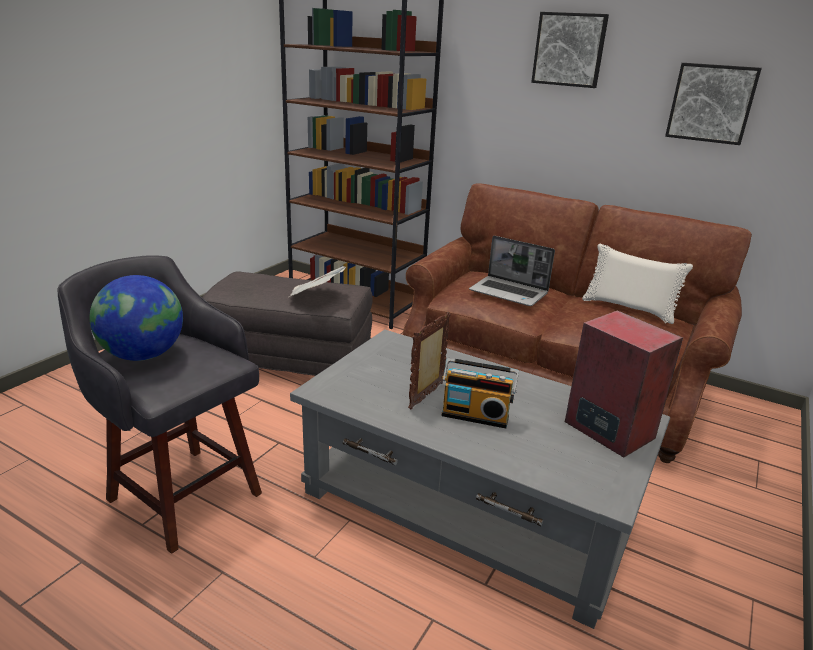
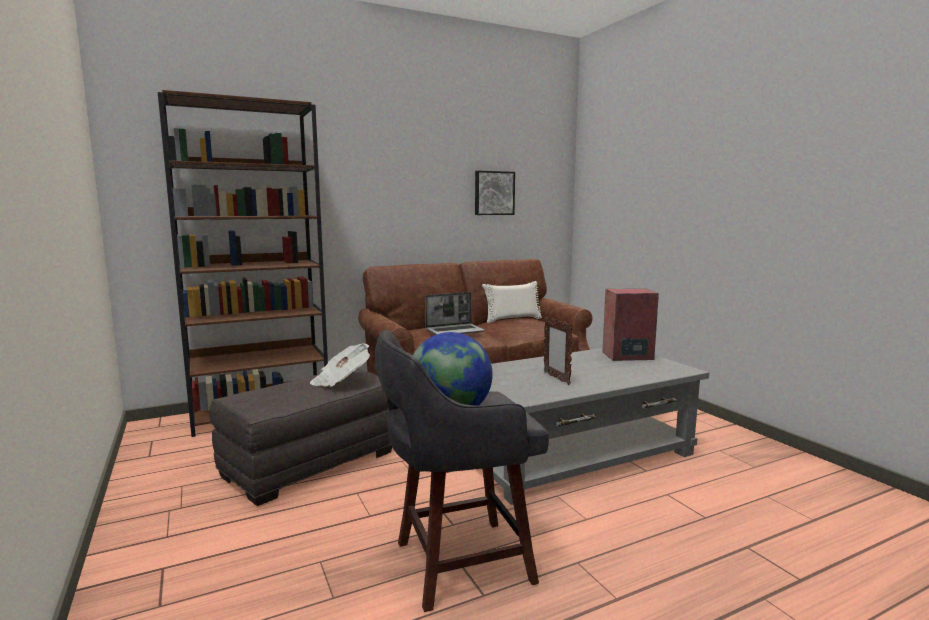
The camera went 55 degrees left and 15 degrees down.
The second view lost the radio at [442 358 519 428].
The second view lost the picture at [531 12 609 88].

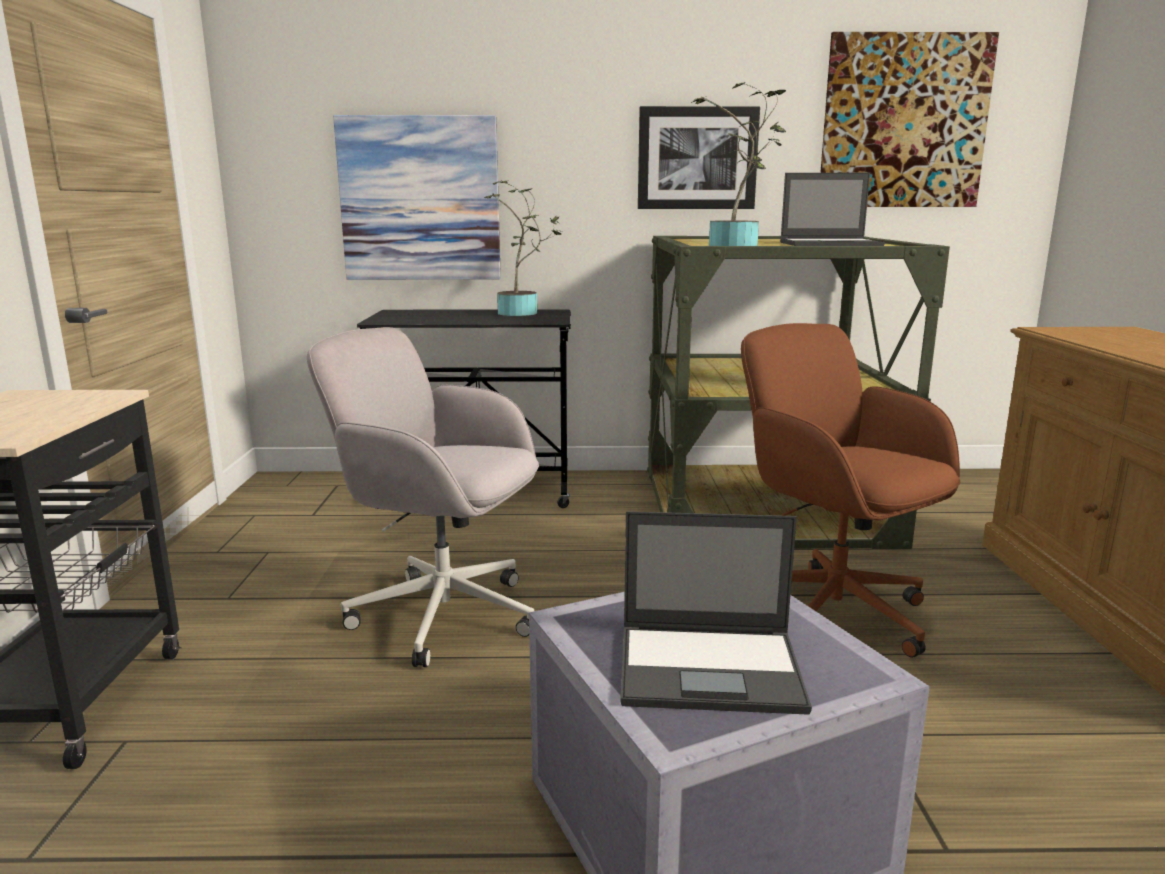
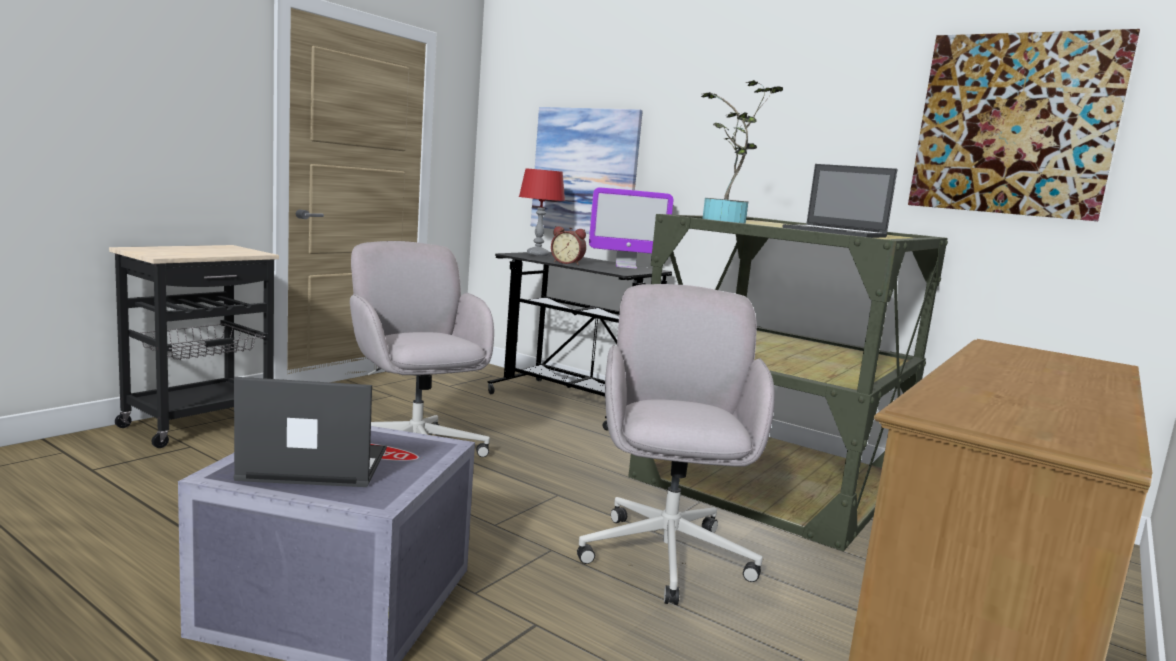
The camera went 35 degrees right and 5 degrees down.
Where the potted plant stood at [484 180 562 316], the monitor came to stand at [589 188 674 269].
The laptop at [620 511 812 715] ended up facing another way, 135 degrees clockwise from before.
The second view lost the picture at [638 106 760 209].
What was the office chair/brown at [741 323 960 658] turned into the office chair/grey at [577 284 775 605].
The second view gained the table lamp/red at [519 168 565 256].
The second view gained the alarm clock at [551 226 586 265].

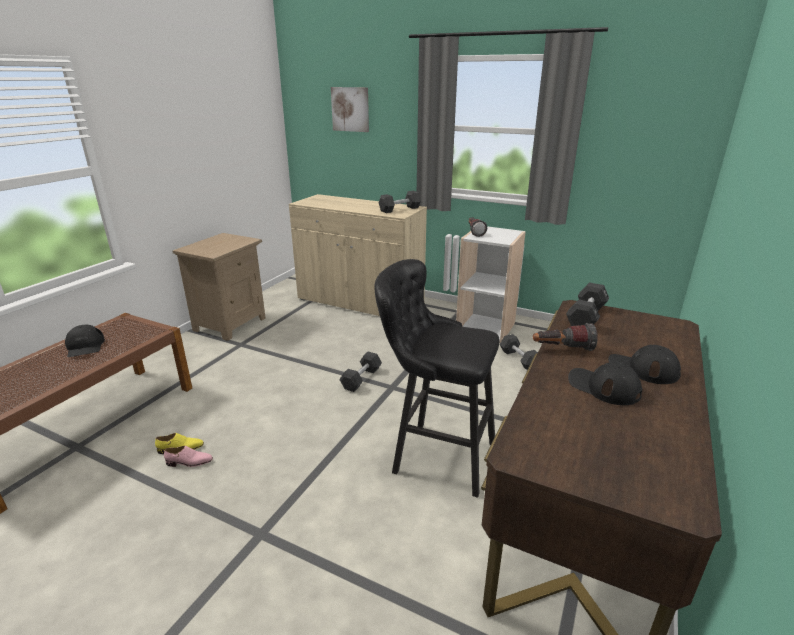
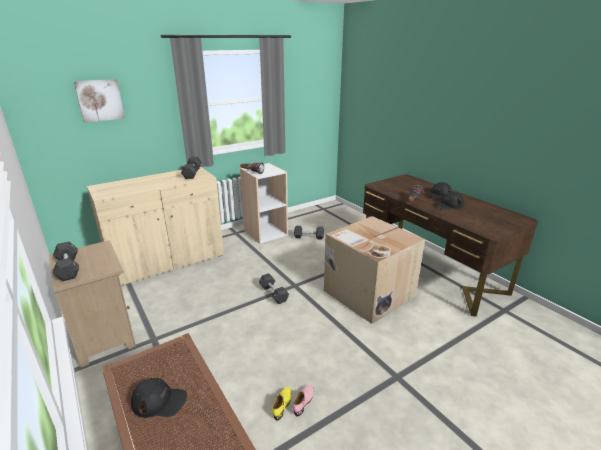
The camera went 60 degrees left and 0 degrees up.
Where the stool/black stood at [374 259 500 498], the cardboard box came to stand at [324 216 425 324].
The dumbbell/black ended up elsewhere, having gone from [566 282 609 326] to [53 242 79 281].

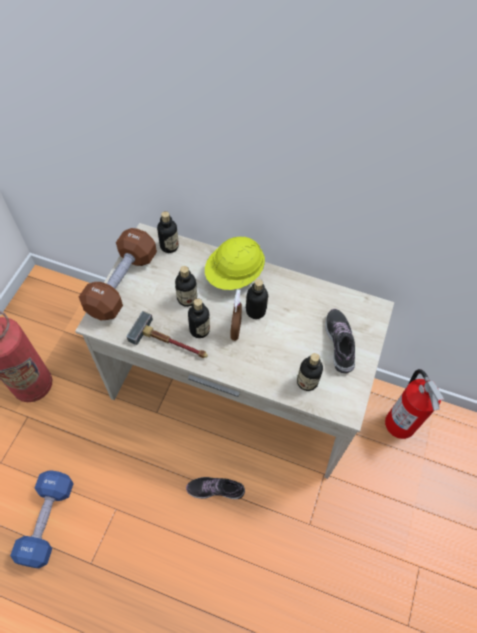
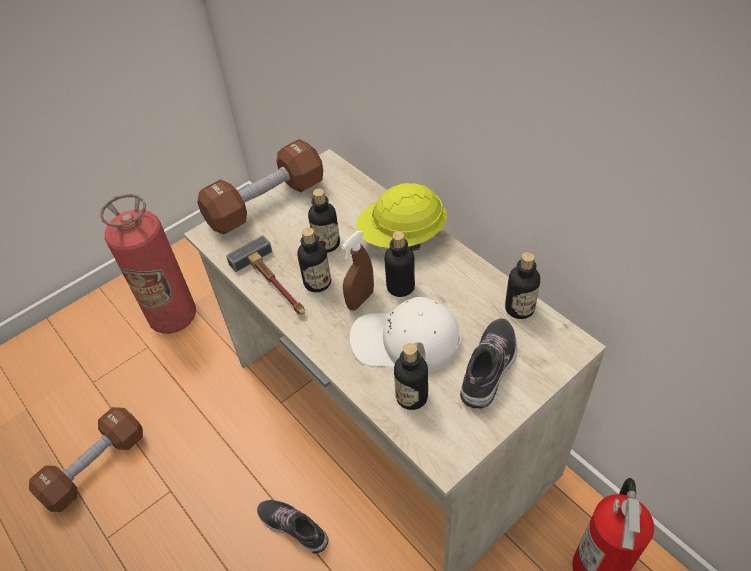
The camera went 35 degrees right and 10 degrees down.
What was the dumbbell/blue at [10 470 74 568] turned into the dumbbell/brown at [29 407 143 512].
The bottle ended up elsewhere, having gone from [157 211 179 253] to [505 252 540 319].
The second view gained the cap/white at [350 297 461 372].

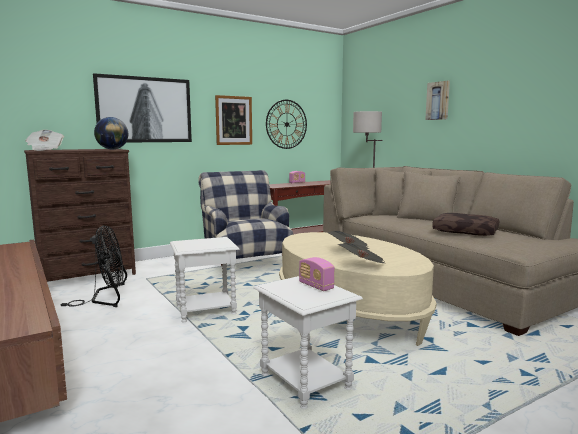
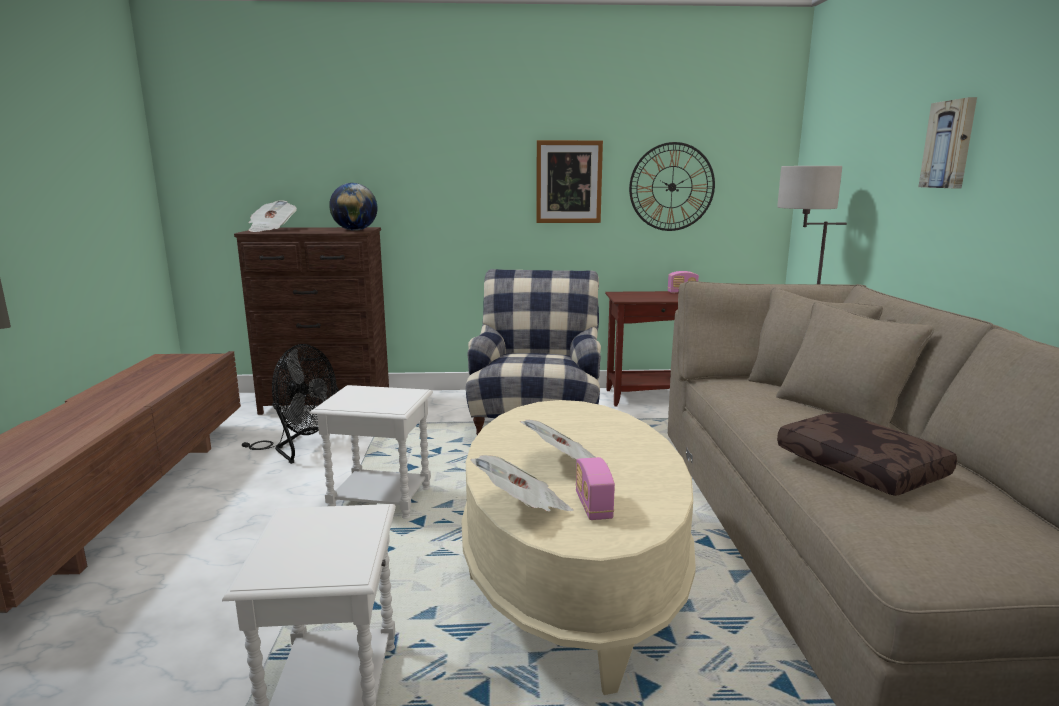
The camera went 30 degrees right and 5 degrees up.
The second view lost the picture at [93 73 192 143].
The radio ended up elsewhere, having gone from [299 257 334 291] to [575 457 615 520].

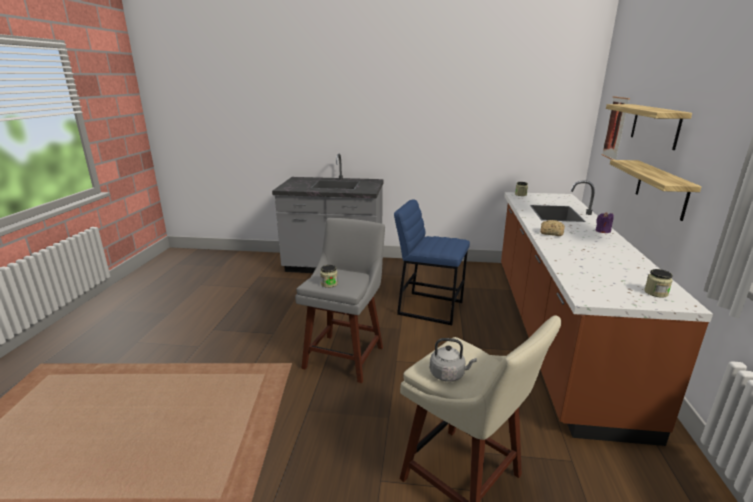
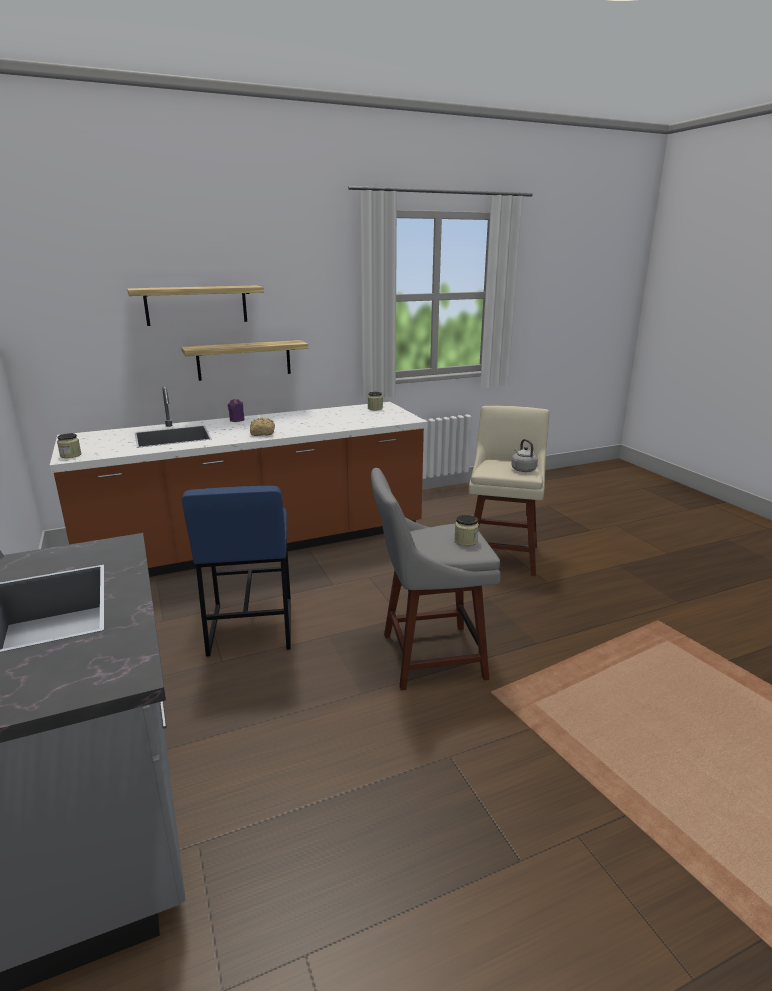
The camera went 120 degrees left and 0 degrees up.
The second view lost the picture at [602 96 630 160].

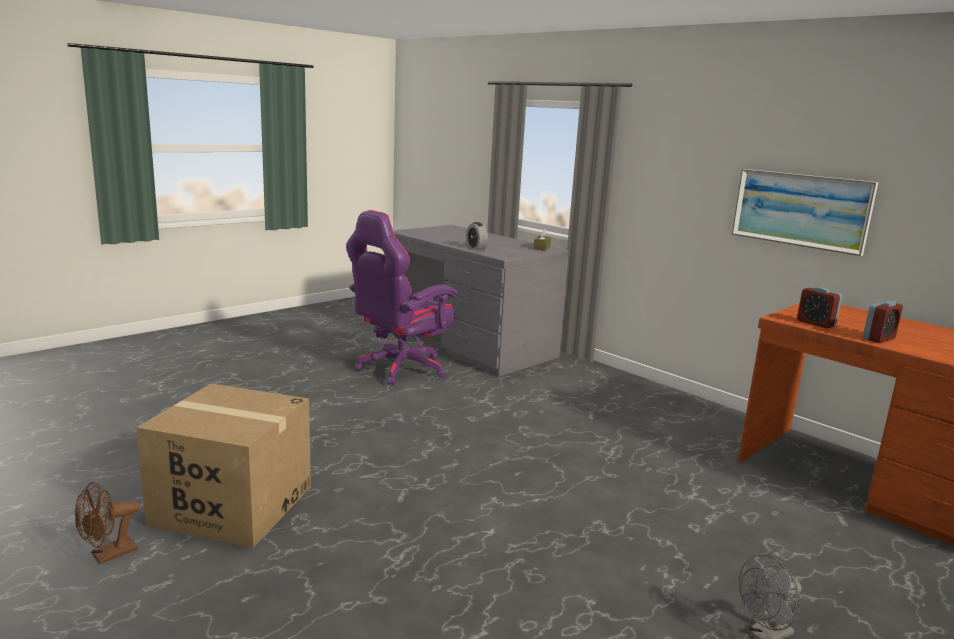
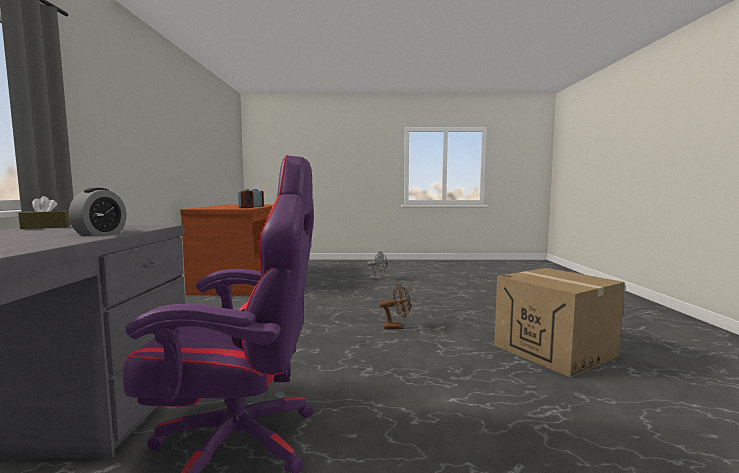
The camera went 135 degrees left and 10 degrees down.
The fan/brown ended up elsewhere, having gone from [75 482 140 564] to [379 284 411 329].
The second view lost the picture at [732 169 878 256].

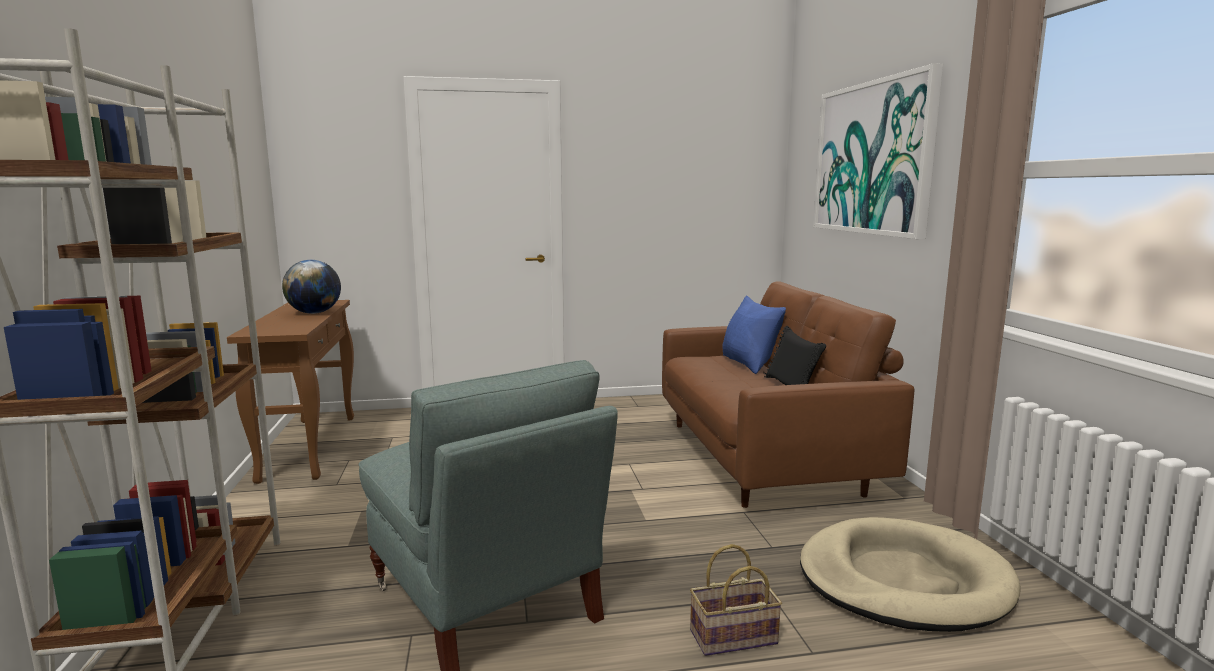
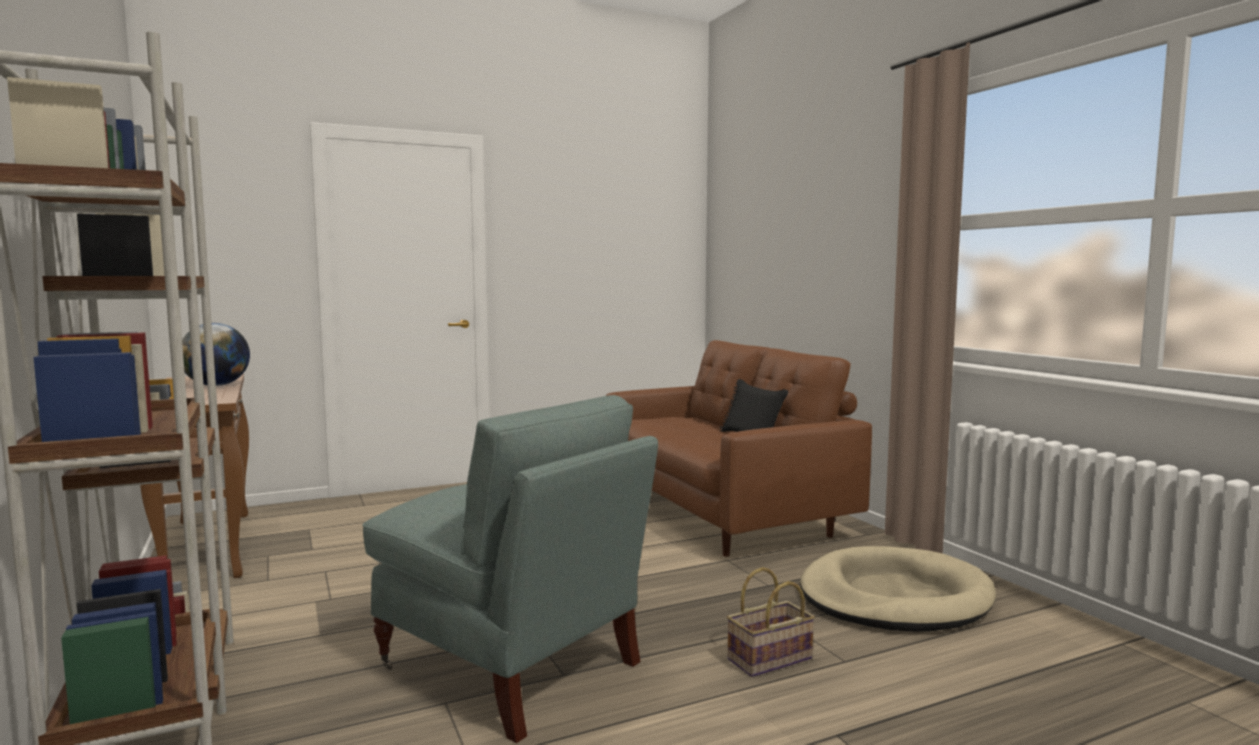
The camera went 15 degrees left and 5 degrees down.
The second view lost the pillow/blue at [722 296 786 374].
The second view lost the picture at [813 63 943 239].

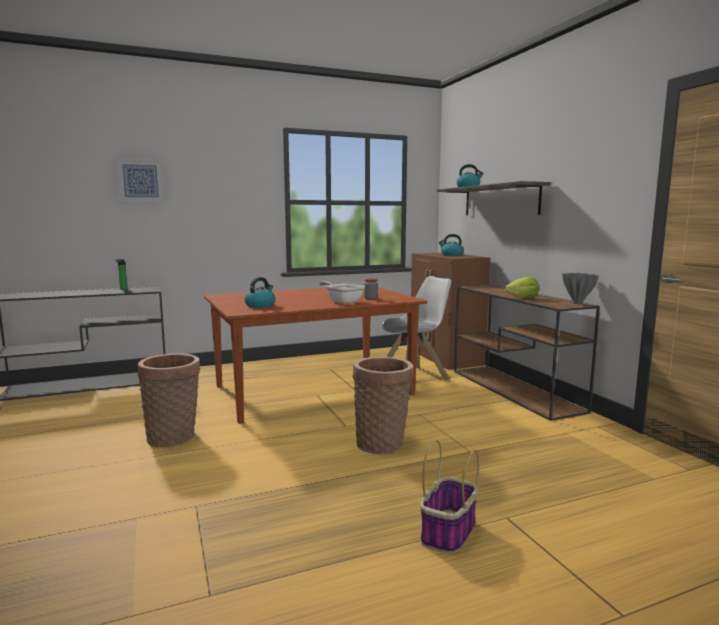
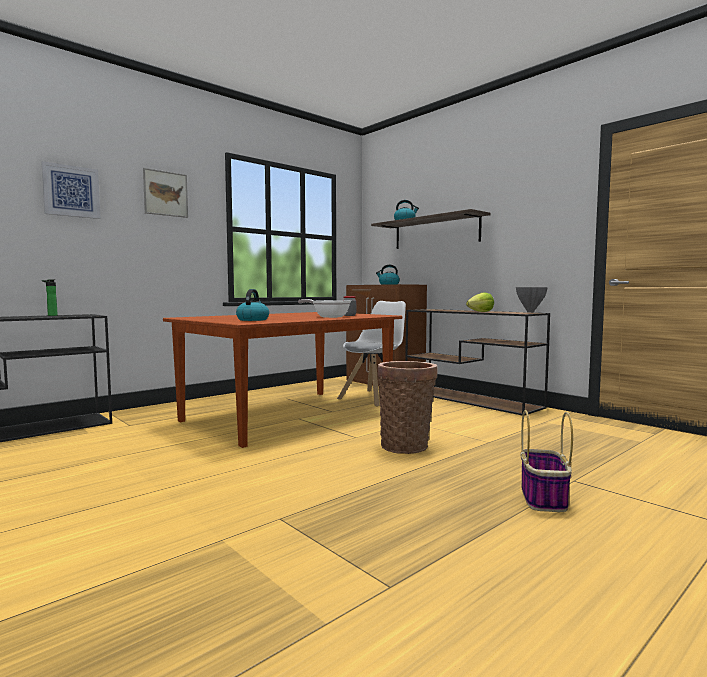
The camera went 20 degrees left and 5 degrees down.
The second view lost the basket at [138 353 200 447].
The second view gained the picture at [143 168 188 218].

